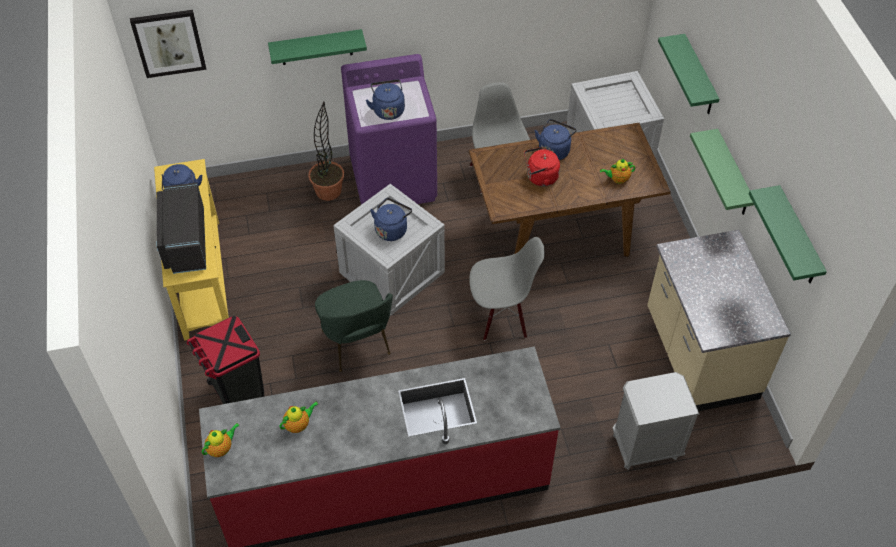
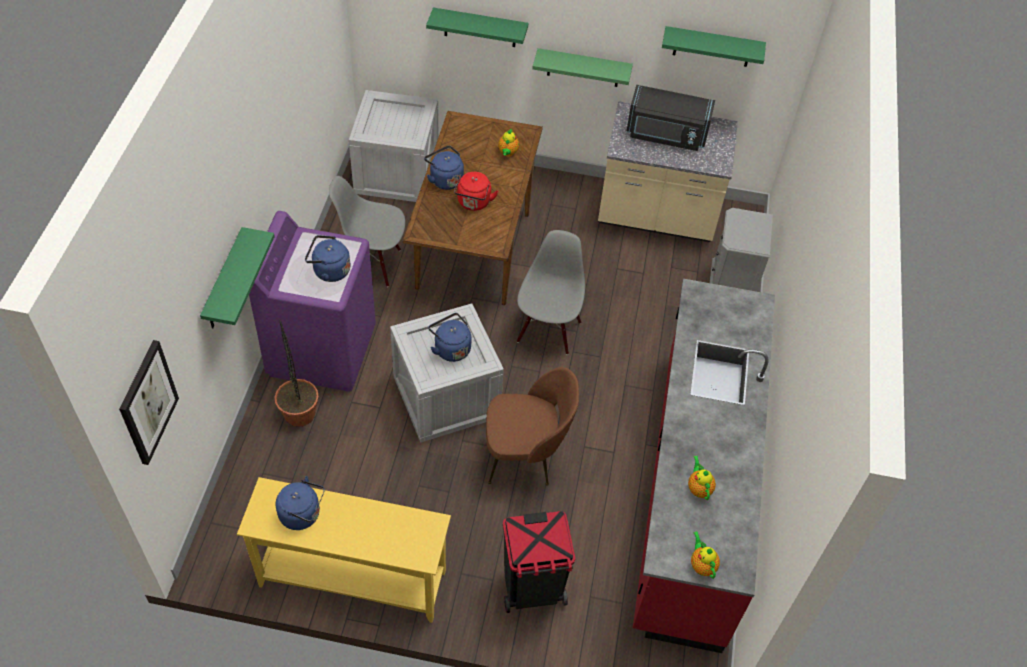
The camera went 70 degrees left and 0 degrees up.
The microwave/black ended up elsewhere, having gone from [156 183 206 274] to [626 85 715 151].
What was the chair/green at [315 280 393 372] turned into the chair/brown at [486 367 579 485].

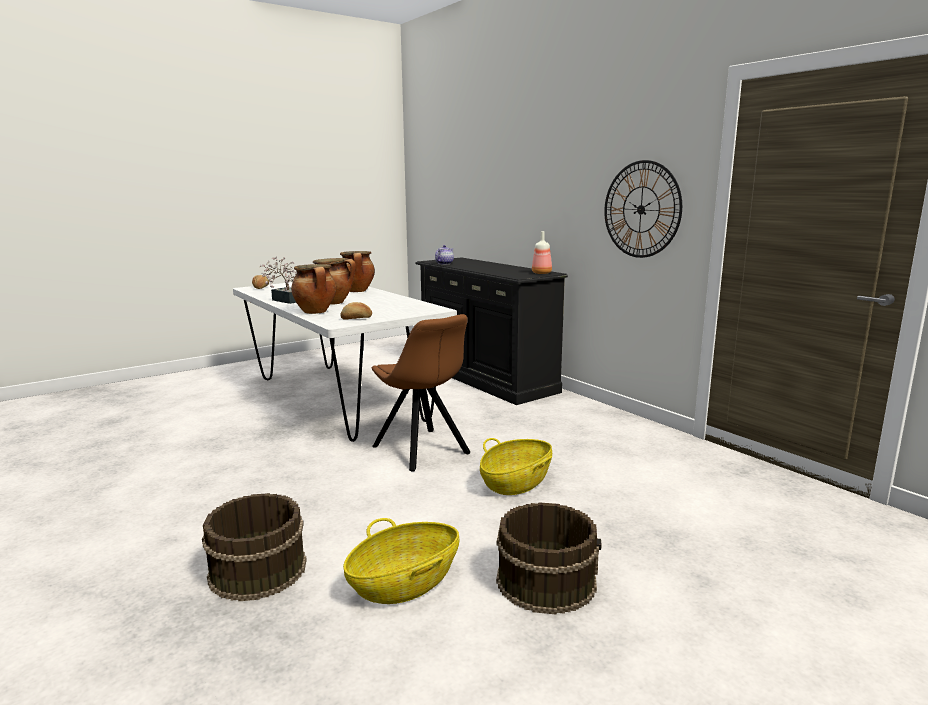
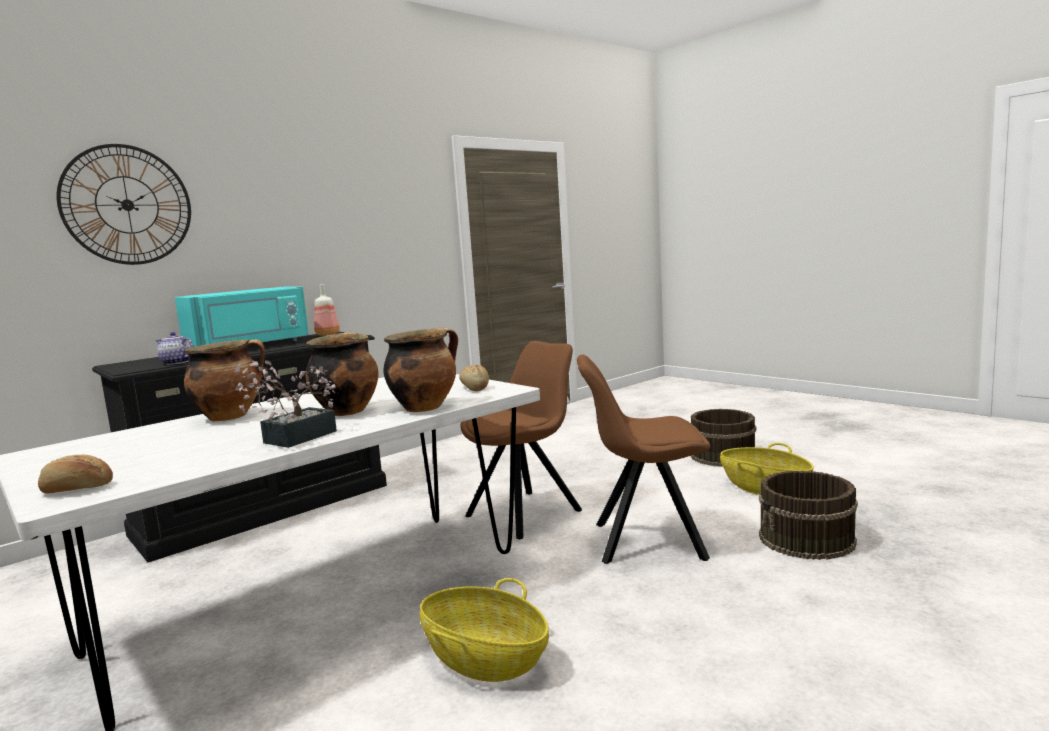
The camera went 95 degrees left and 5 degrees down.
The basket ended up elsewhere, having gone from [480 438 552 495] to [420 578 549 682].
The wall clock ended up elsewhere, having gone from [604 160 682 258] to [57 144 191 265].
The second view gained the microwave/turquoise at [175 287 309 347].
The second view gained the chair/brown at [577 354 710 564].

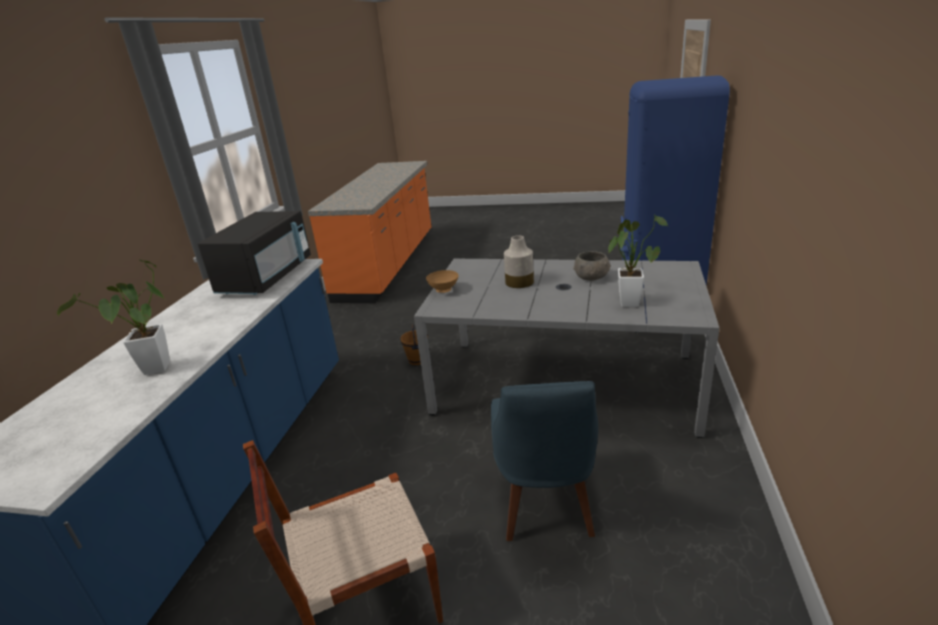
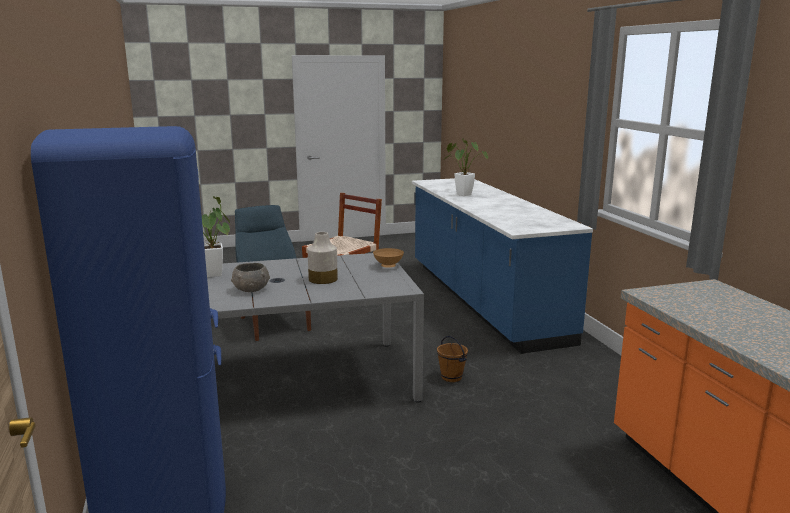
The camera went 150 degrees right and 10 degrees down.
The second view lost the microwave/black at [198 211 311 295].

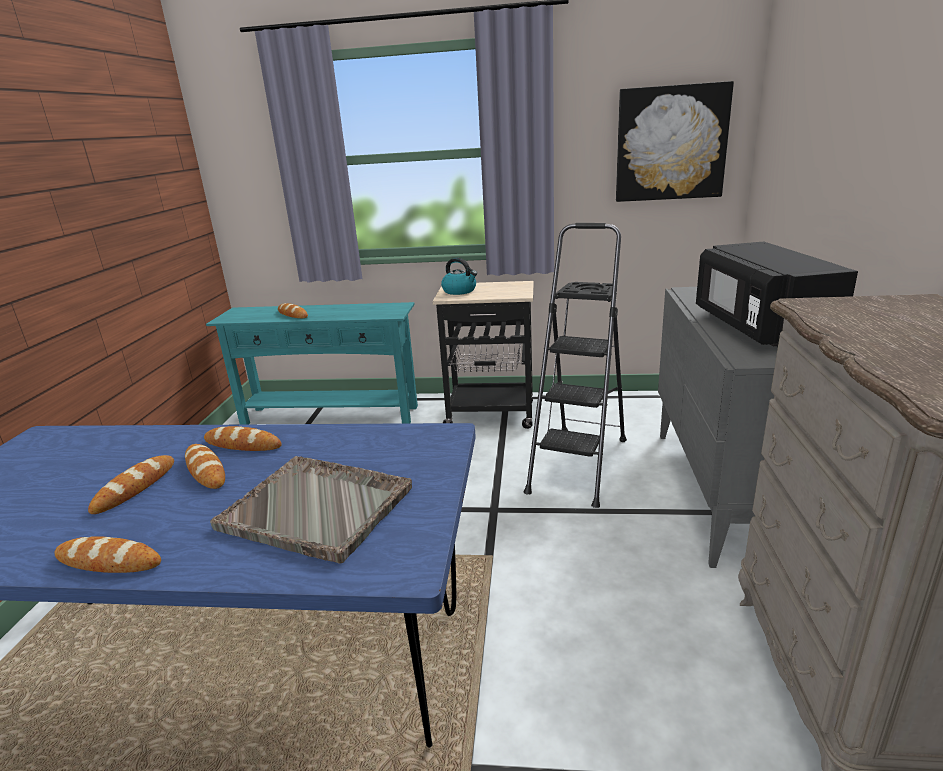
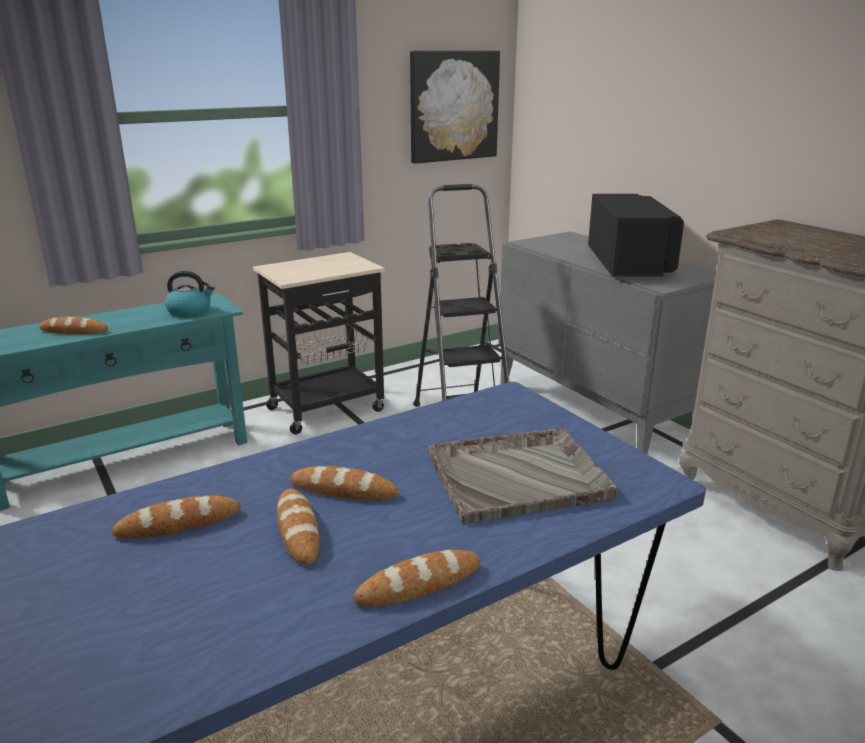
The camera went 40 degrees left and 0 degrees up.
The bread ended up elsewhere, having gone from [204 426 282 451] to [112 495 241 539].
The kettle ended up elsewhere, having gone from [441 258 477 295] to [165 271 215 317].
The microwave/black at [696 242 858 349] ended up facing another way, 135 degrees counterclockwise from before.

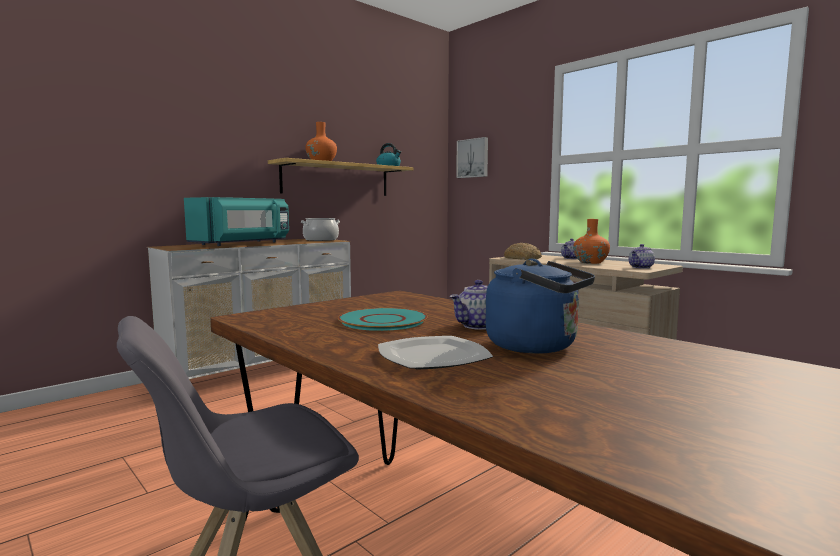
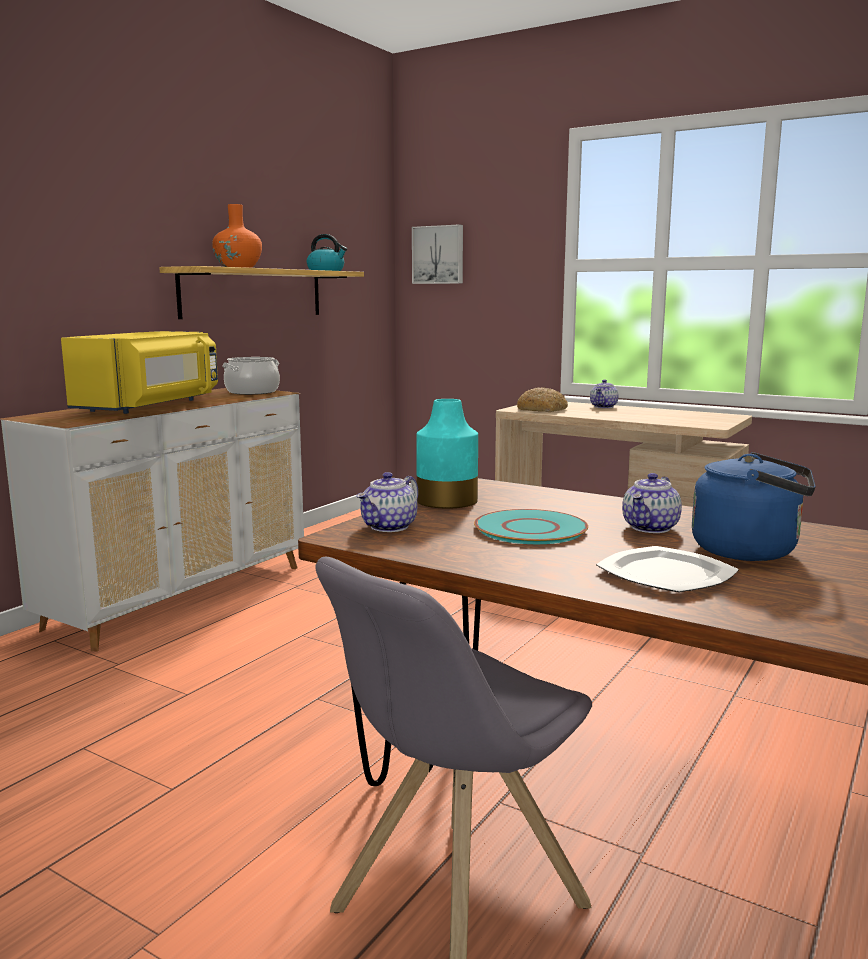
The camera went 15 degrees left and 5 degrees up.
What was the microwave/turquoise at [184 197 289 246] turned into the microwave/yellow at [61 331 218 414].
The second view lost the vase/orange at [573 219 610 264].
The teapot ended up elsewhere, having gone from [629 244 655 269] to [356 472 418 532].
The second view gained the vase/turquoise at [416 399 478 508].

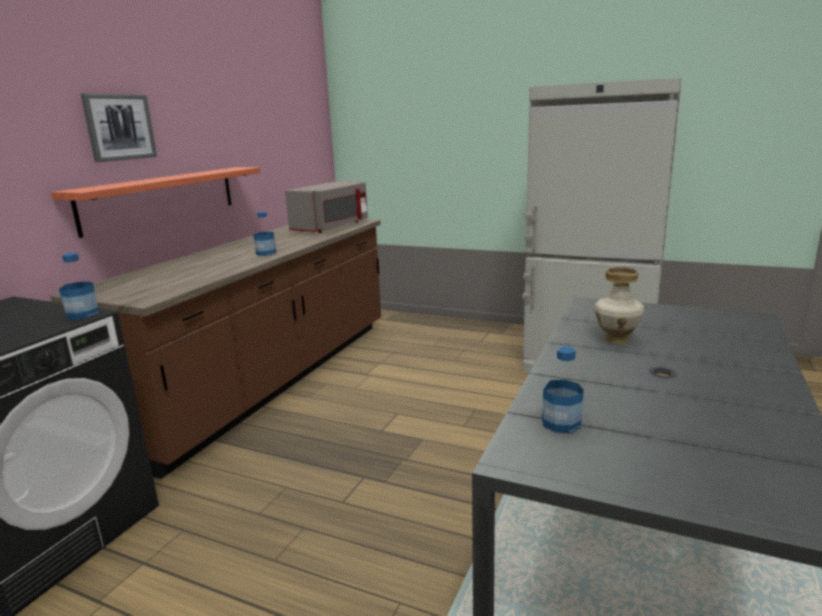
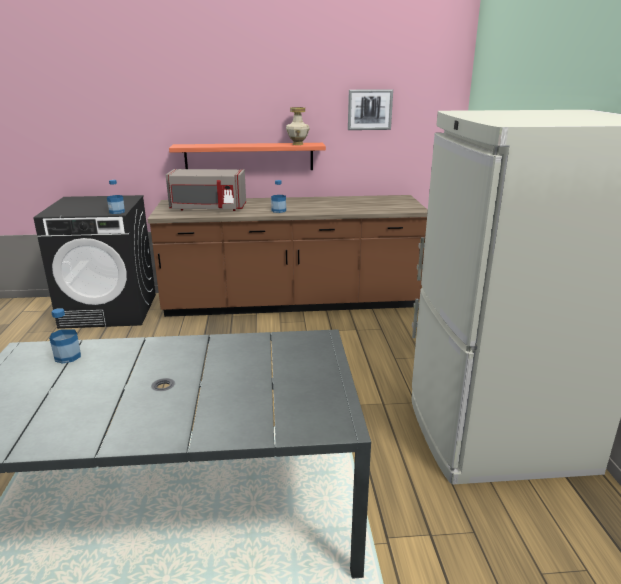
The camera went 60 degrees right and 5 degrees up.
The picture ended up elsewhere, having gone from [81 93 157 162] to [348 89 393 130].
The microwave/grey ended up elsewhere, having gone from [285 181 368 233] to [166 169 246 211].
The vase ended up elsewhere, having gone from [594 267 645 344] to [286 107 310 145].

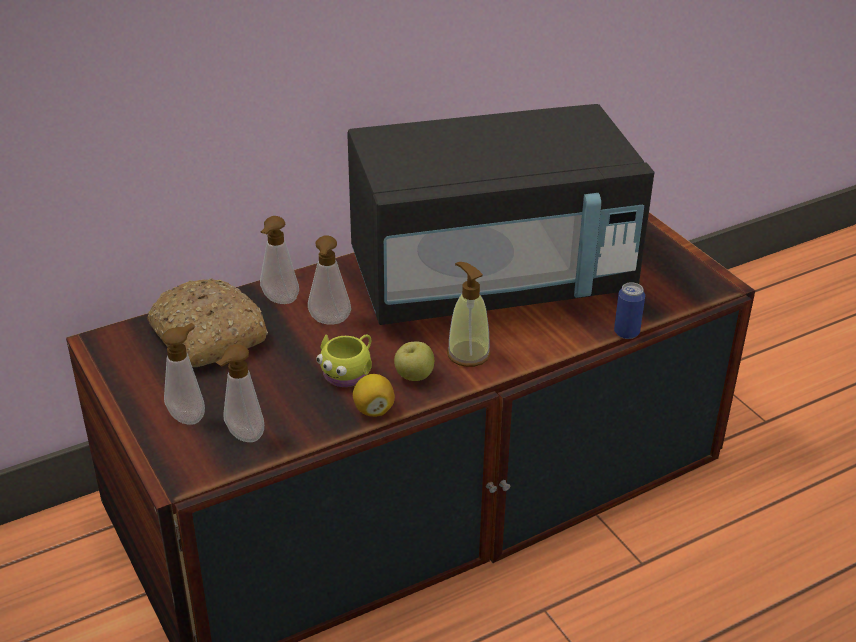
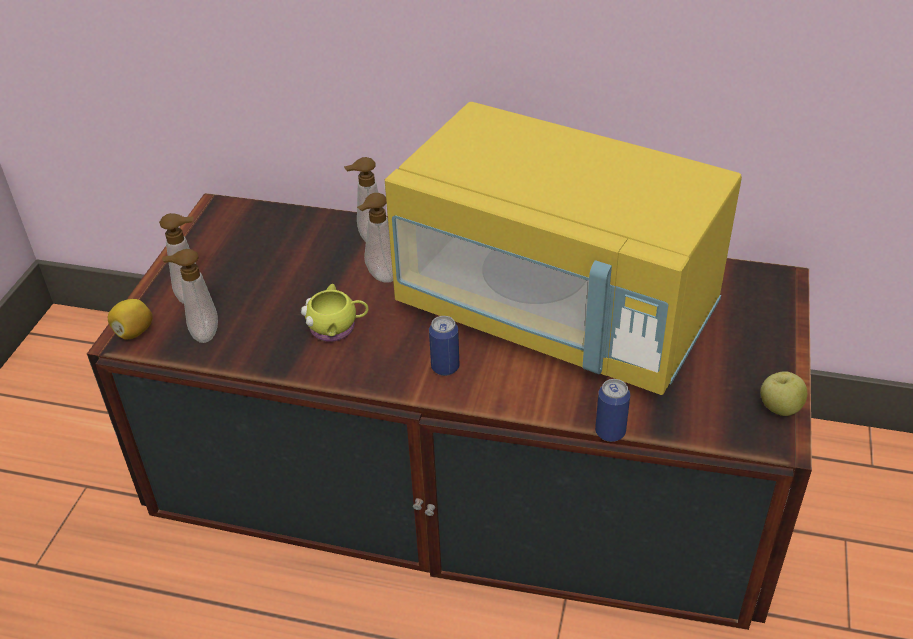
The camera went 45 degrees right and 5 degrees up.
The second view lost the bread at [147 278 268 367].
What was the microwave/black at [347 104 654 325] turned into the microwave/yellow at [385 102 742 395].
The lemon ended up elsewhere, having gone from [353 374 395 417] to [108 299 153 340].
The apple ended up elsewhere, having gone from [394 342 434 381] to [760 371 807 416].
Where the soap dispenser stood at [447 262 490 367], the can came to stand at [429 316 459 376].

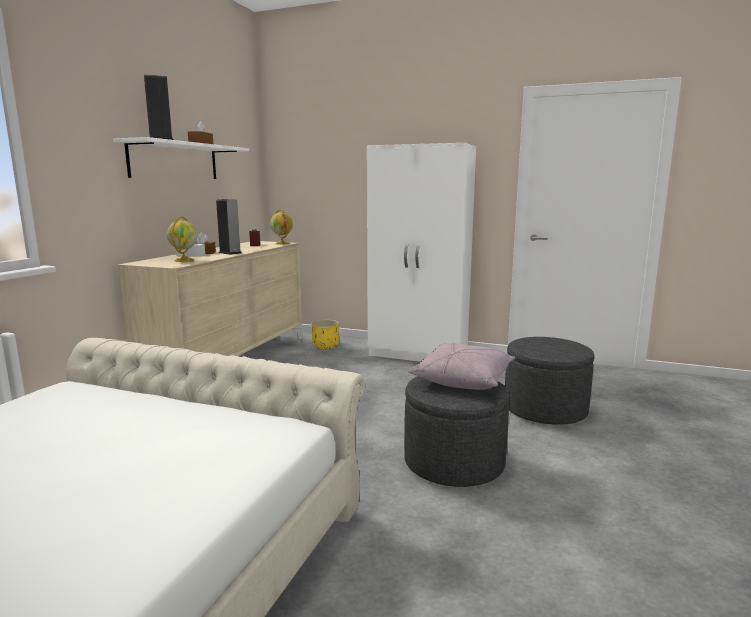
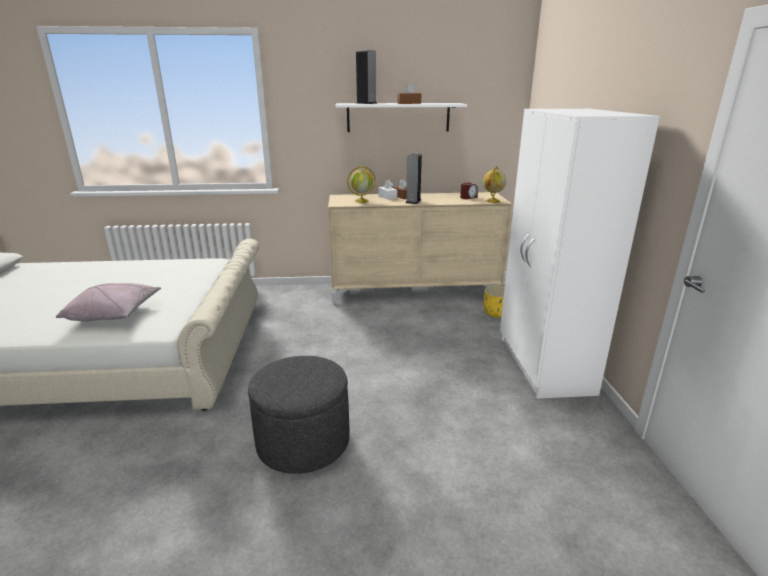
The camera went 65 degrees right and 10 degrees up.
The pillow/purple ended up elsewhere, having gone from [408 343 515 390] to [56 283 161 321].
The second view lost the ottoman/grey at [505 337 594 425].

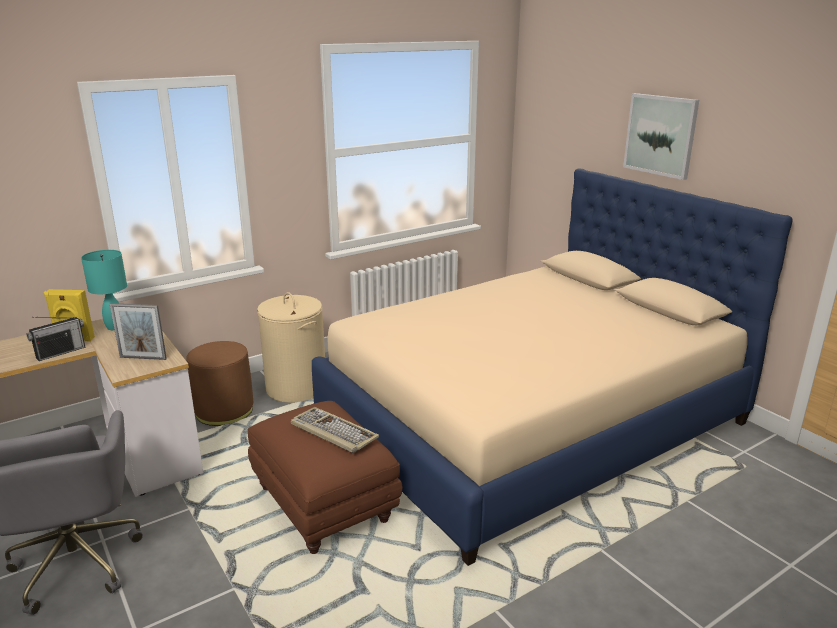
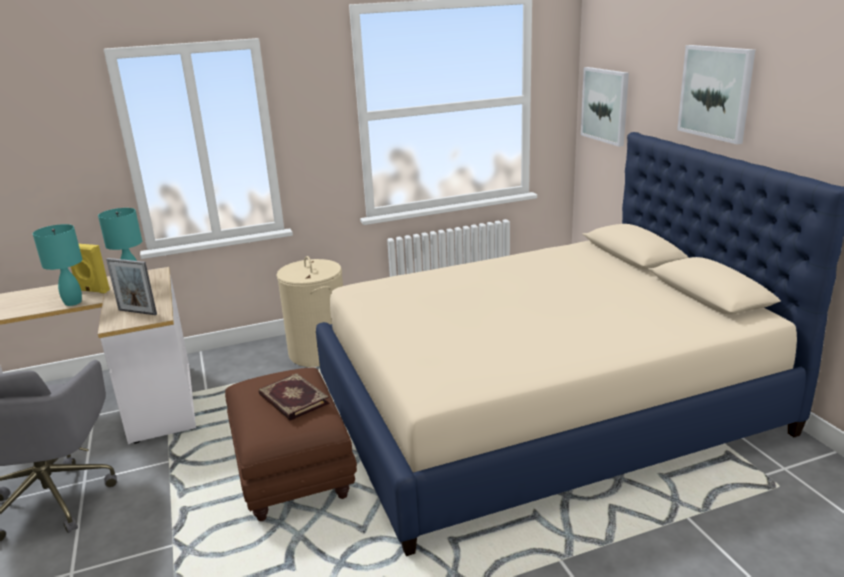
The camera went 15 degrees right and 0 degrees up.
Where the radio stood at [26 317 85 361], the table lamp/turquoise came to stand at [33 224 82 306].
The second view lost the ottoman/brown at [186 341 253 426].
Where the keyboard stood at [291 407 379 453], the book came to stand at [258 373 329 421].
The second view gained the picture at [581 67 629 147].

